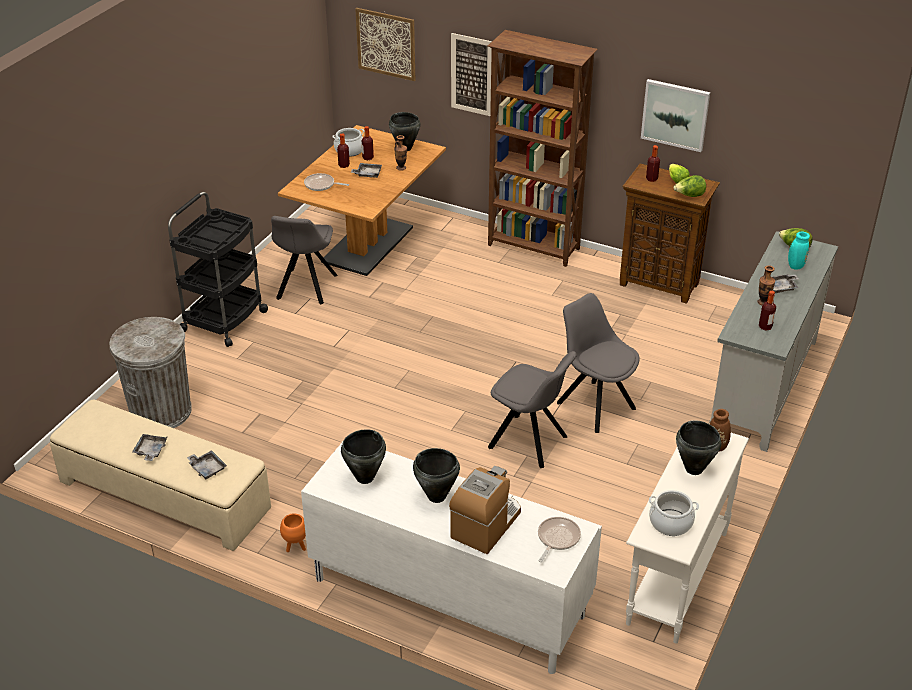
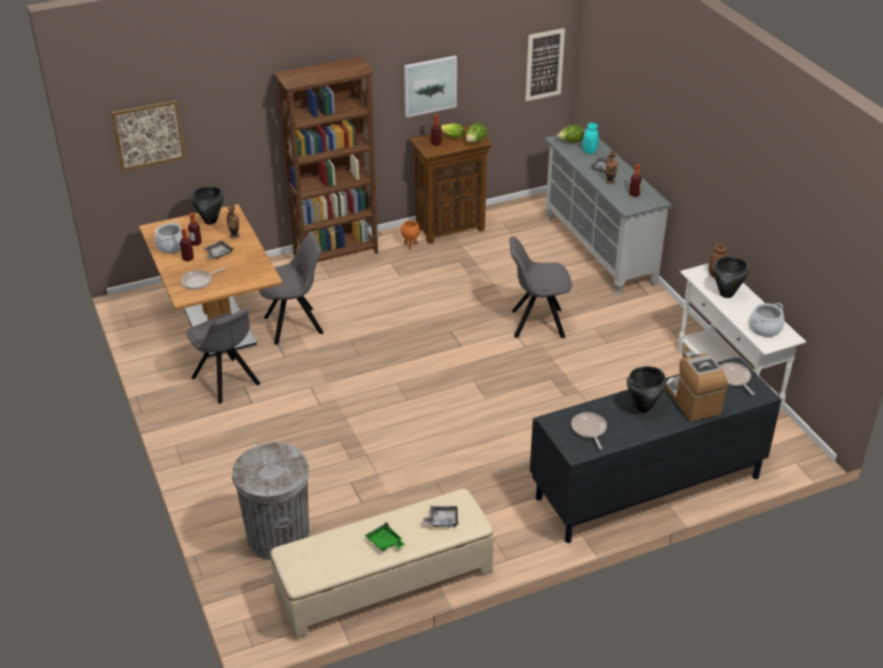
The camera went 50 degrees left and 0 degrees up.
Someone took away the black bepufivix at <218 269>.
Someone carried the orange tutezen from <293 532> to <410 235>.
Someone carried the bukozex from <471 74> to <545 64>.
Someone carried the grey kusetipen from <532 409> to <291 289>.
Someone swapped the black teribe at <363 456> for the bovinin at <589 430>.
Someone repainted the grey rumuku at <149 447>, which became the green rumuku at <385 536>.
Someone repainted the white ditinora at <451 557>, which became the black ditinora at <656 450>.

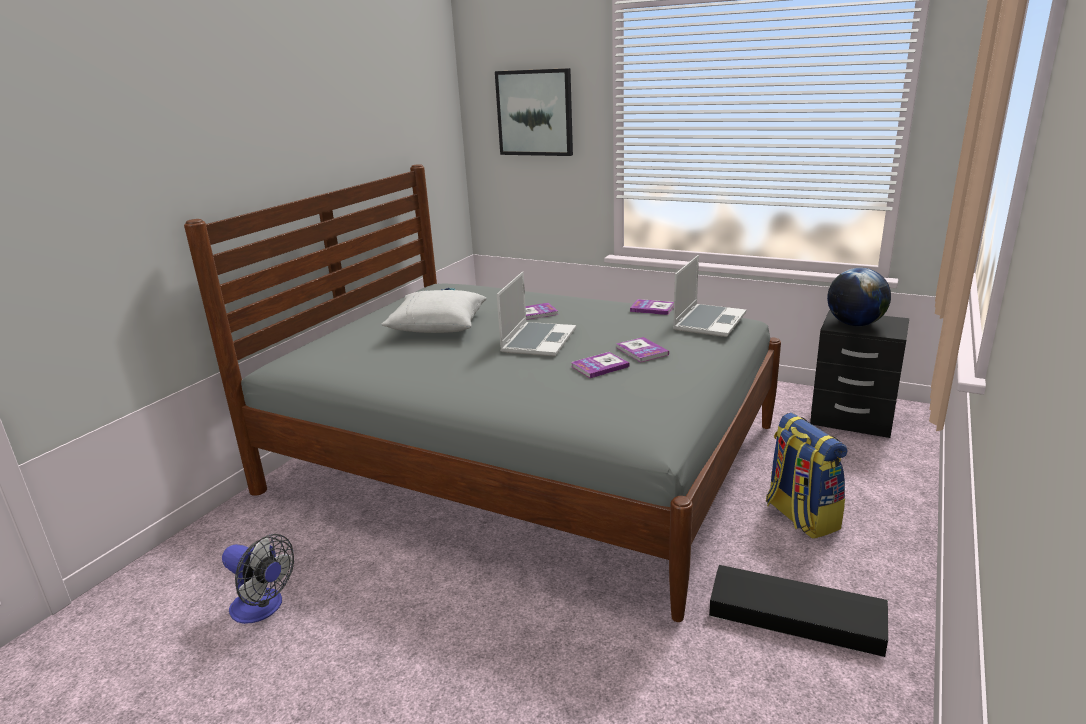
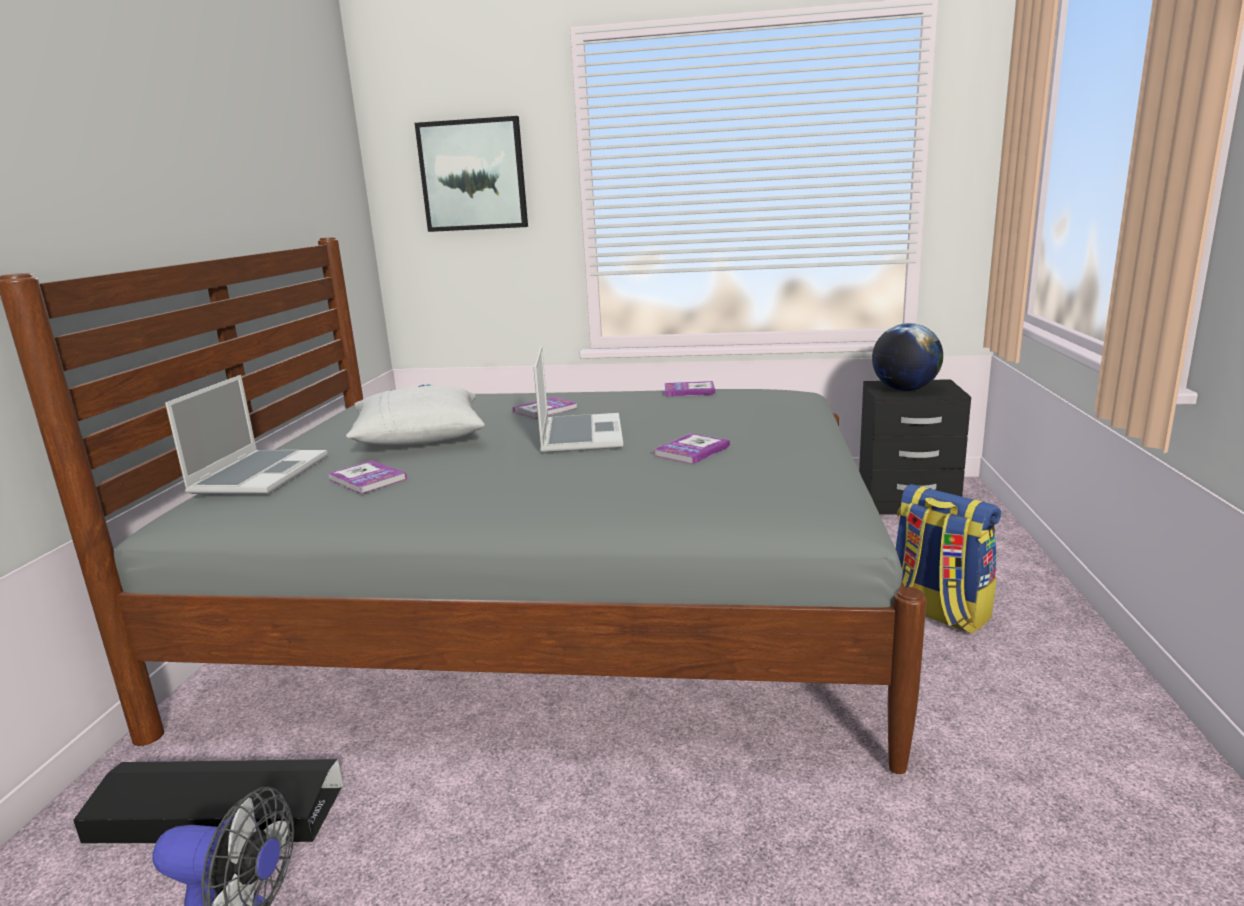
The camera went 20 degrees left and 5 degrees down.
Someone carried the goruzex from <643 349> to <367 477>.
Someone carried the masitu from <709 296> to <246 434>.
Someone carried the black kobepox from <798 611> to <208 802>.

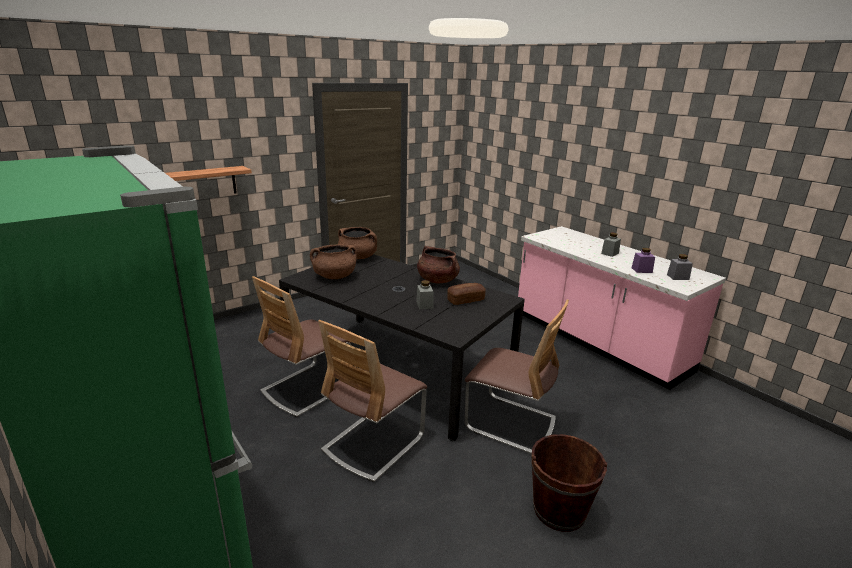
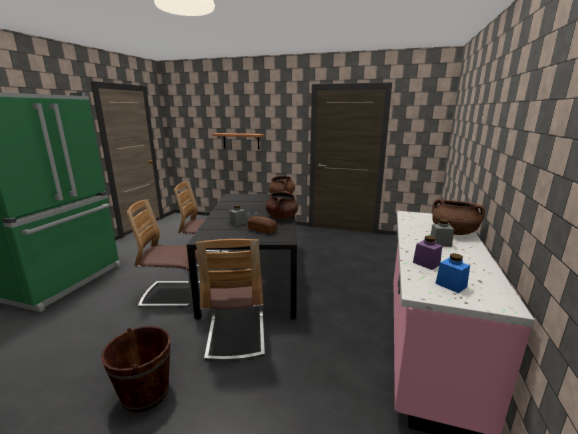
The camera went 55 degrees right and 5 degrees down.
Someone carried the brown teribe from <333 261> to <458 217>.
Someone repainted the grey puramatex at <680 267>, which became the blue puramatex at <452 273>.

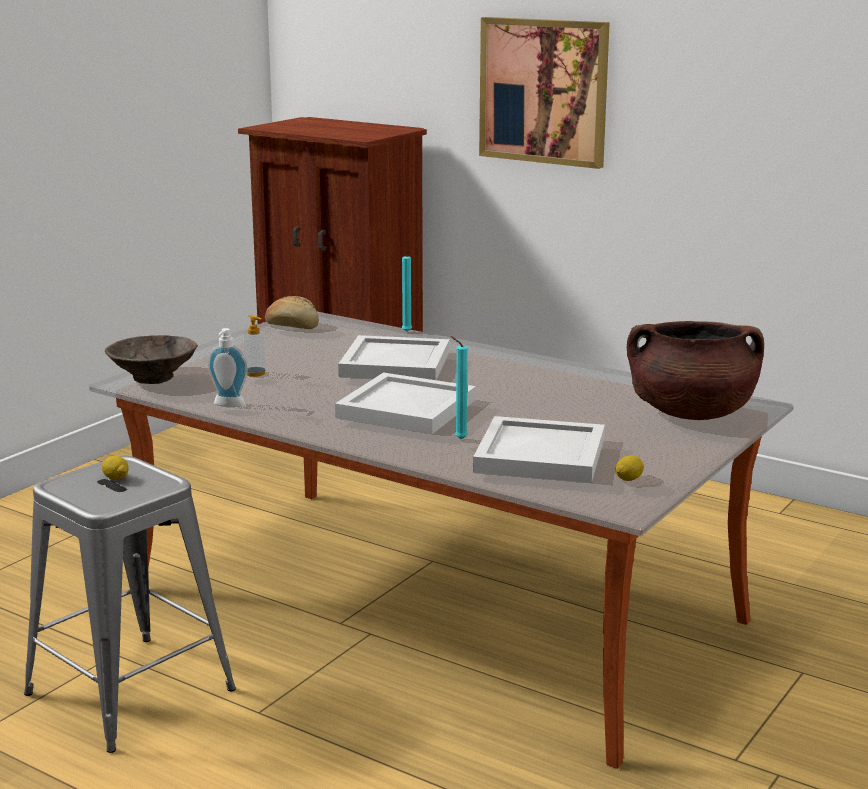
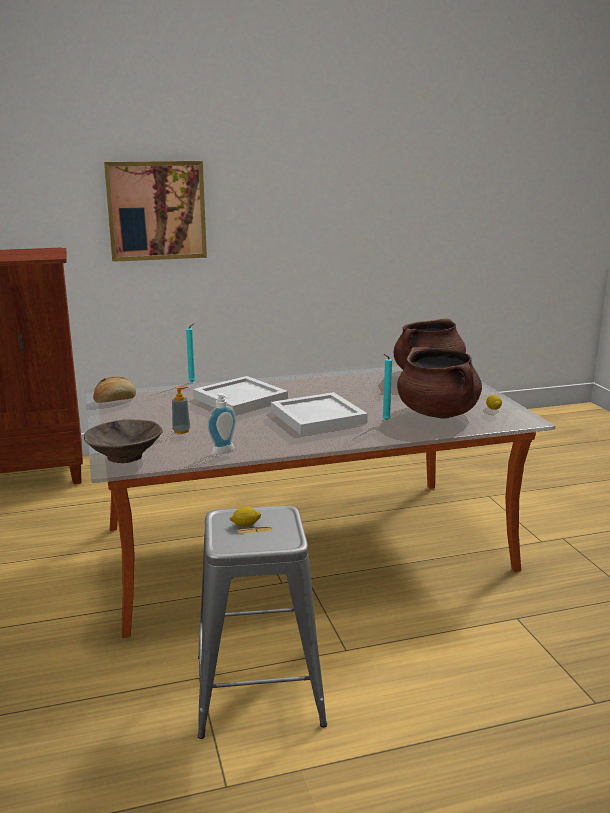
The camera went 50 degrees left and 0 degrees up.
Someone swapped the white rumuku at <539 449> for the brown teribe at <439 383>.

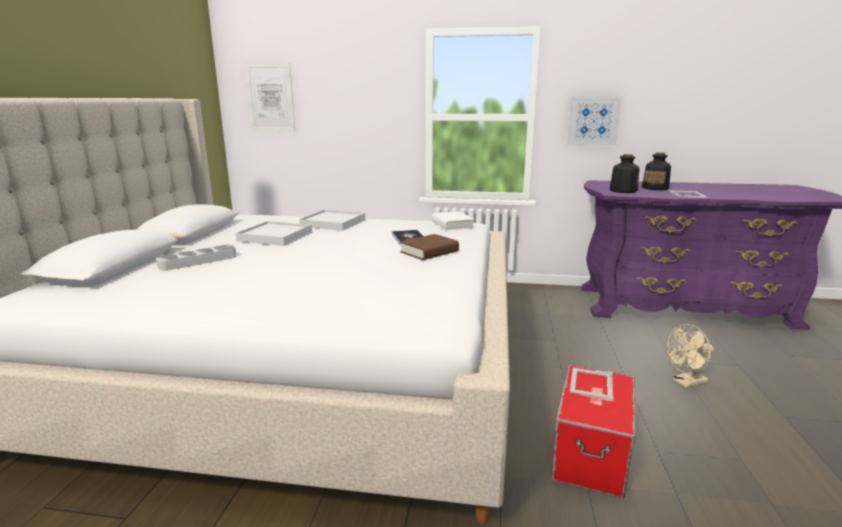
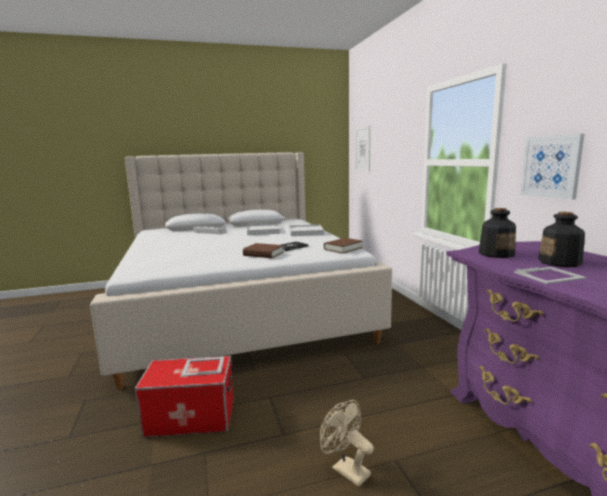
The camera went 65 degrees right and 5 degrees down.
Someone repainted the white goruzex at <453 220>, which became the brown goruzex at <343 246>.

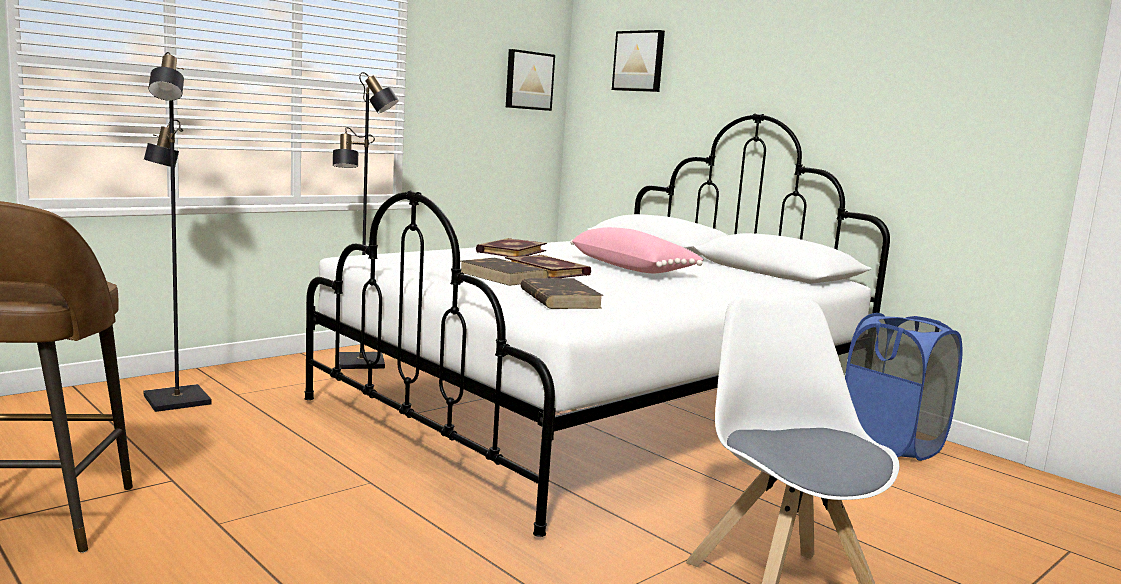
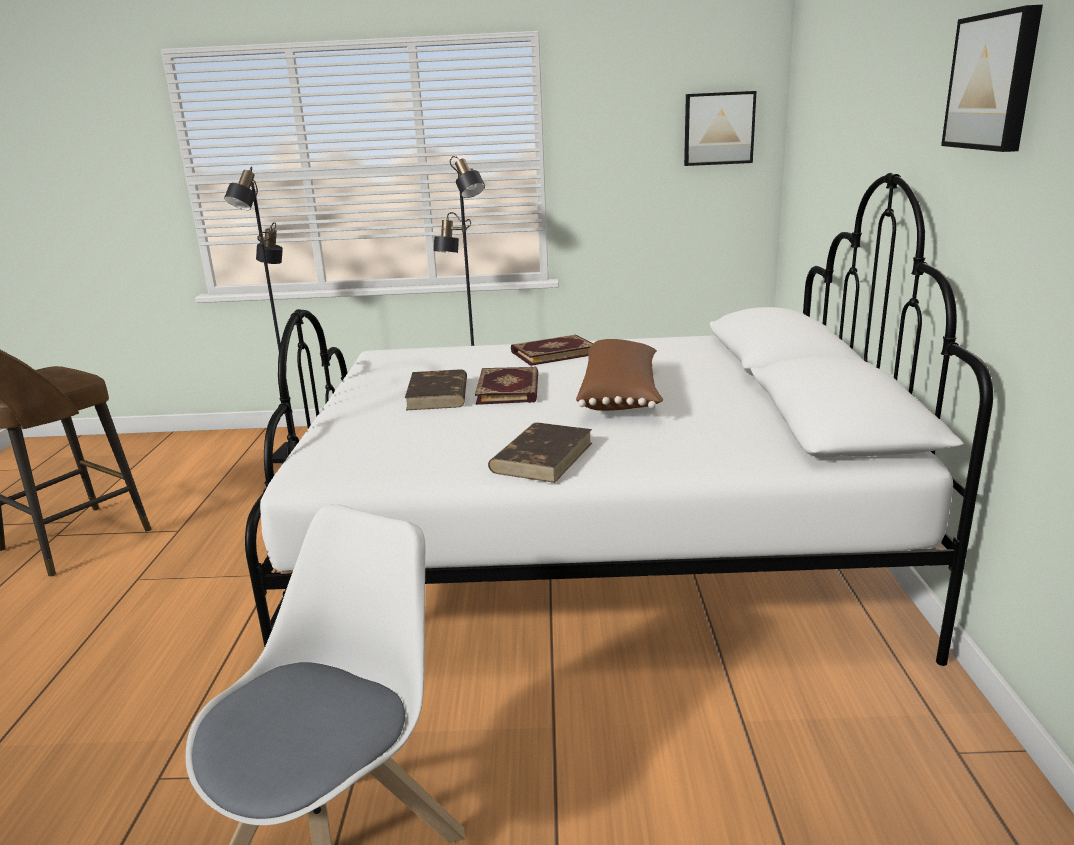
The camera went 45 degrees right and 10 degrees up.
Someone took away the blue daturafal at <903 387>.
Someone carried the brown goruzex from <561 293> to <540 452>.
Someone carried the bukozex from <638 61> to <992 78>.
Someone repainted the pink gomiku at <637 250>, which became the brown gomiku at <619 375>.

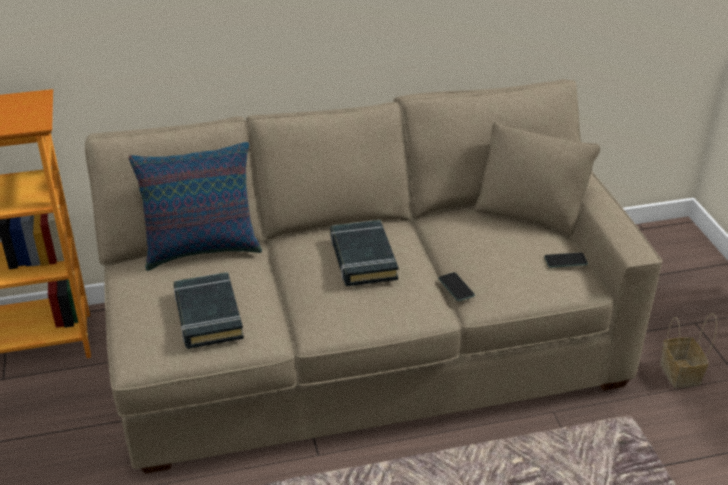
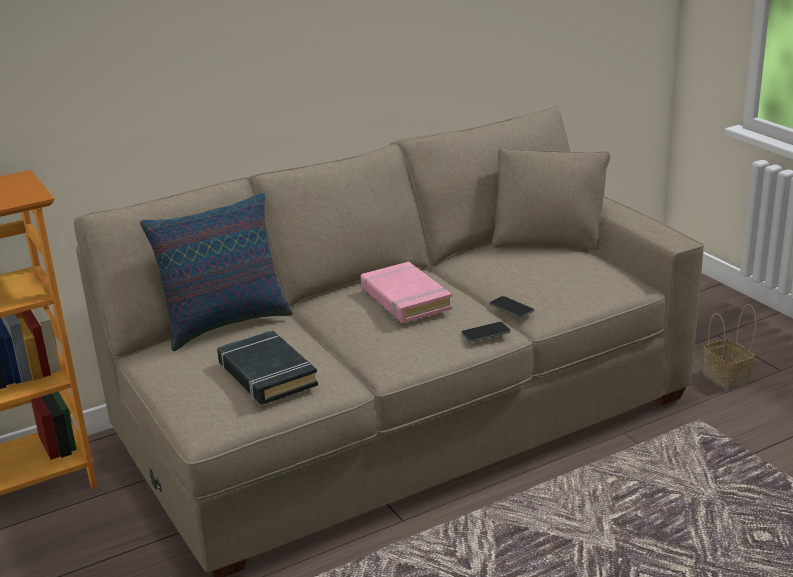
The camera went 15 degrees left and 10 degrees down.
Someone carried the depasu from <566 260> to <486 332>.
Someone repainted the black goruzex at <364 253>, which became the pink goruzex at <406 292>.

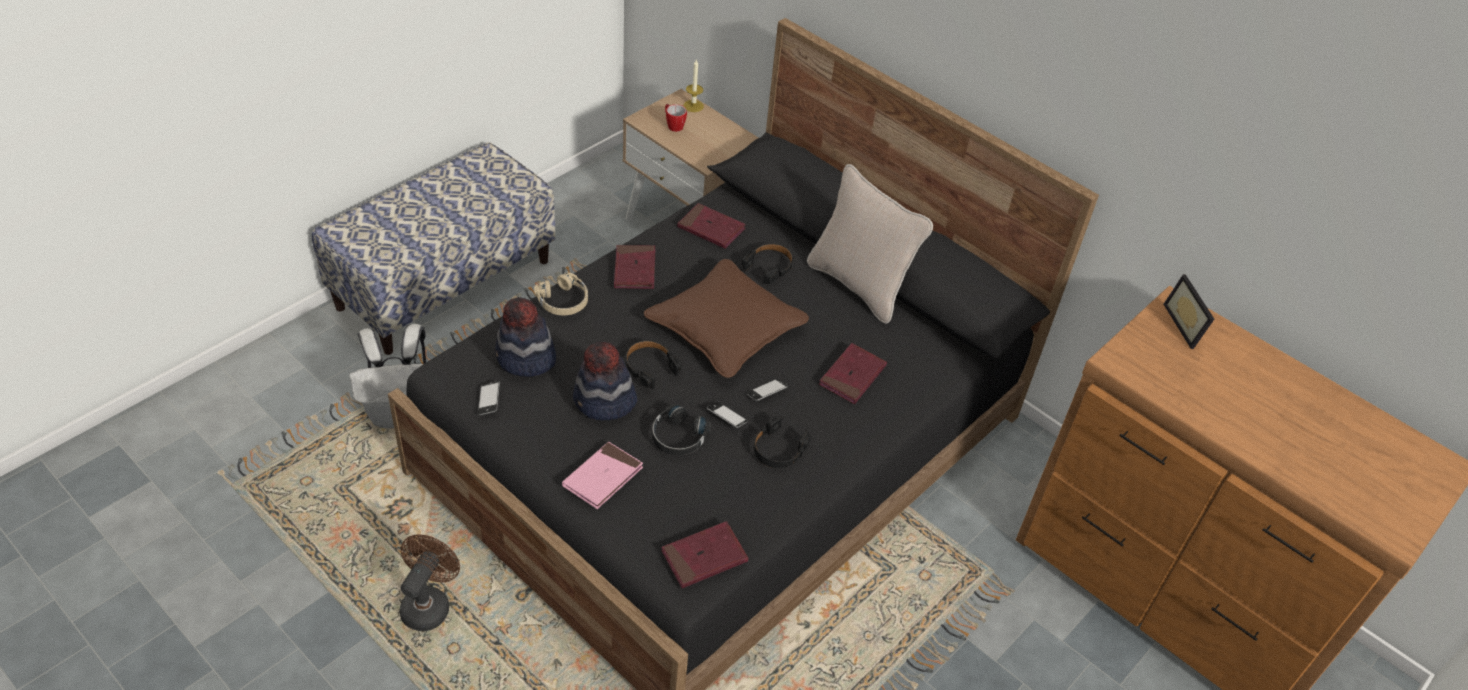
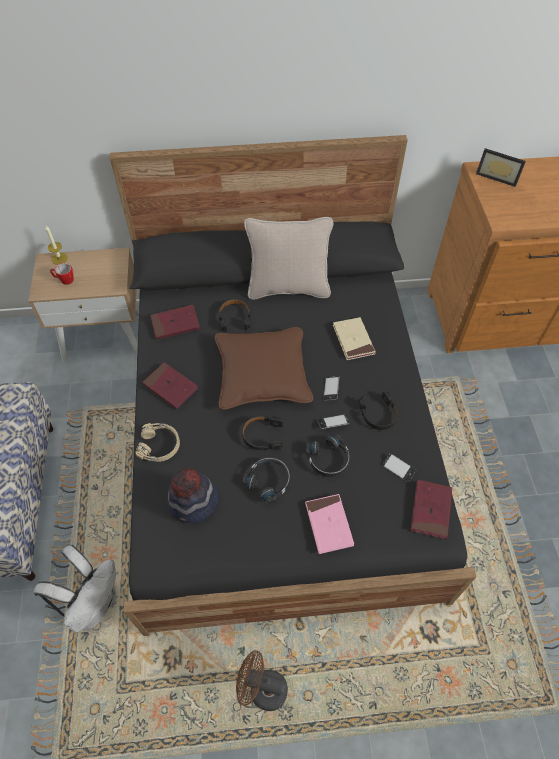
The camera went 45 degrees left and 10 degrees up.
Someone carried the depasu from <489 398> to <399 467>.
Someone swapped the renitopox at <605 381> for the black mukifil at <266 481>.
Someone repainted the red goruzex at <853 373>, which became the beige goruzex at <354 338>.
Someone rotated the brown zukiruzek at <429 583> by 45 degrees counterclockwise.

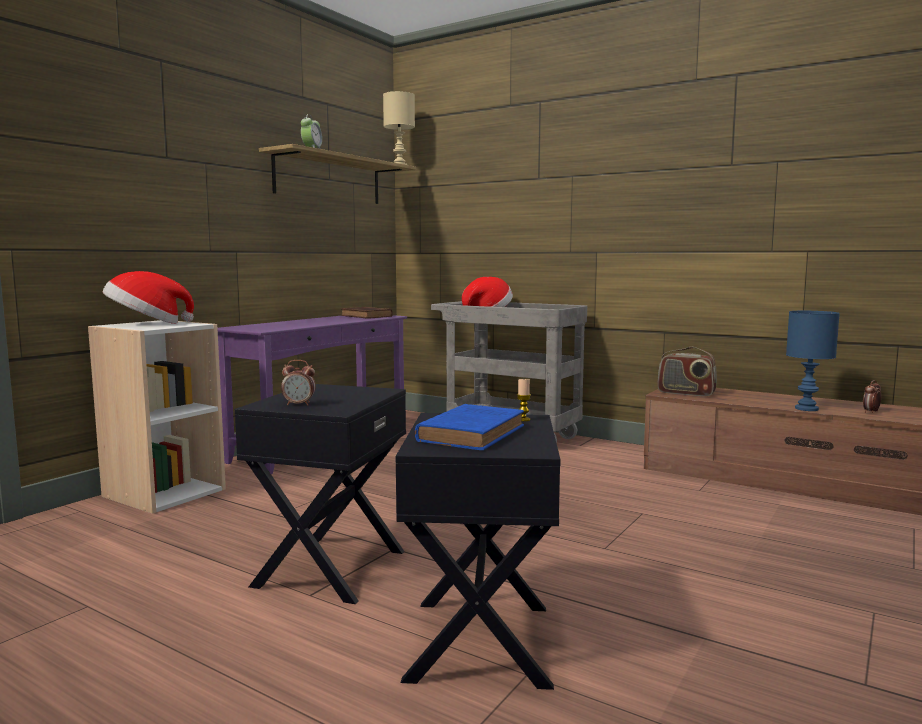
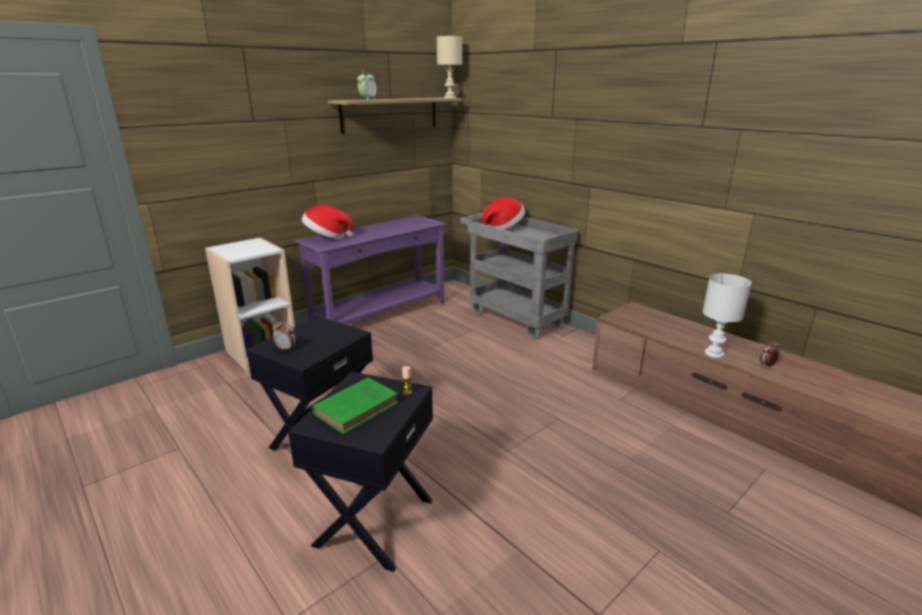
The camera went 15 degrees right and 15 degrees up.
Someone took away the brown goruzex at <367 313>.
Someone took away the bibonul at <687 371>.
Someone carried the renitopox from <148 297> to <328 222>.
Someone repainted the blue goruzex at <469 427>, which became the green goruzex at <355 405>.
Someone repainted the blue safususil at <813 361>, which became the white safususil at <727 316>.

